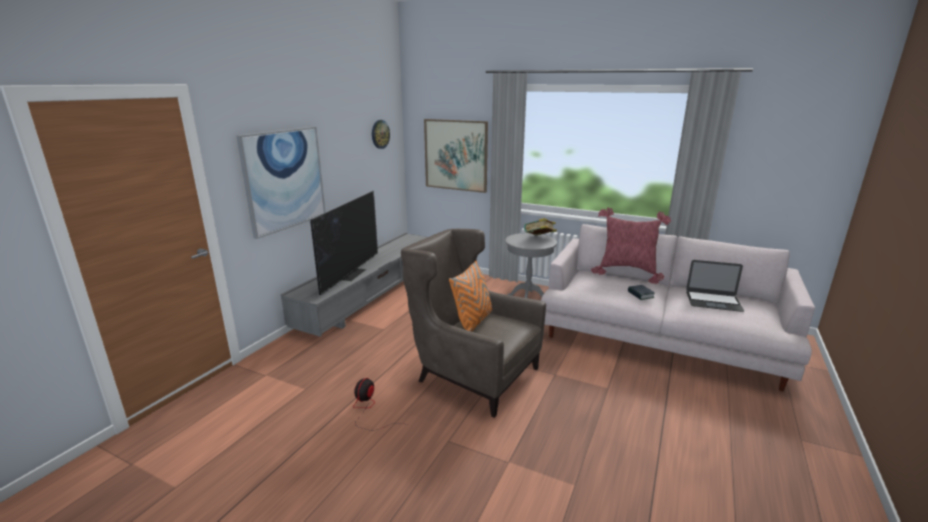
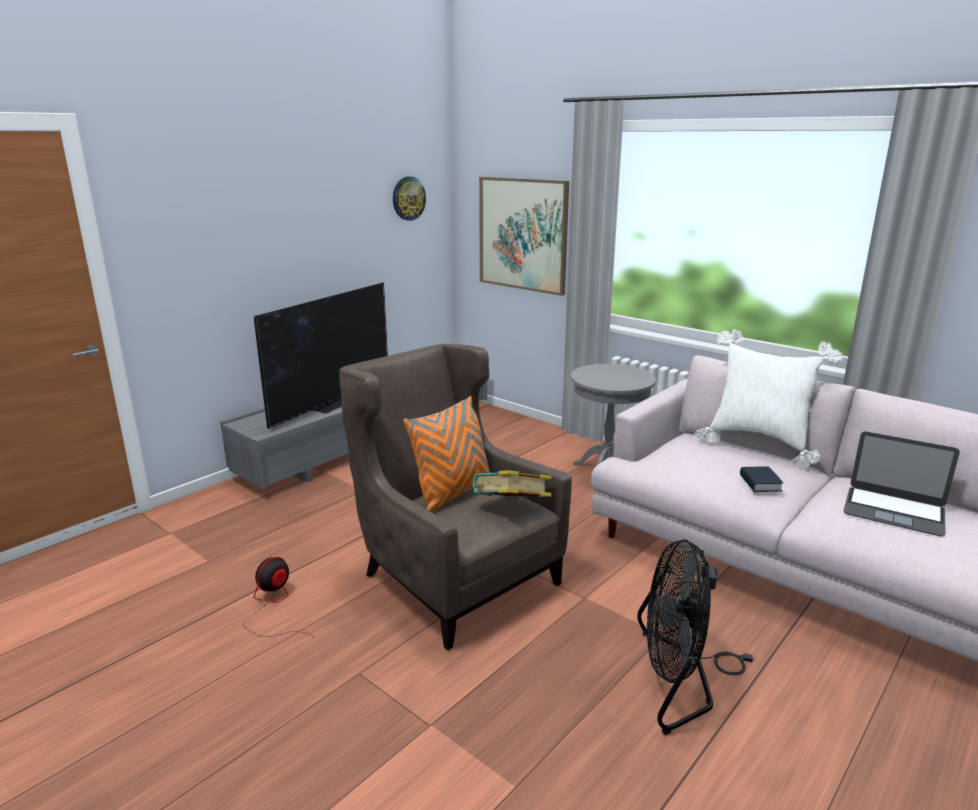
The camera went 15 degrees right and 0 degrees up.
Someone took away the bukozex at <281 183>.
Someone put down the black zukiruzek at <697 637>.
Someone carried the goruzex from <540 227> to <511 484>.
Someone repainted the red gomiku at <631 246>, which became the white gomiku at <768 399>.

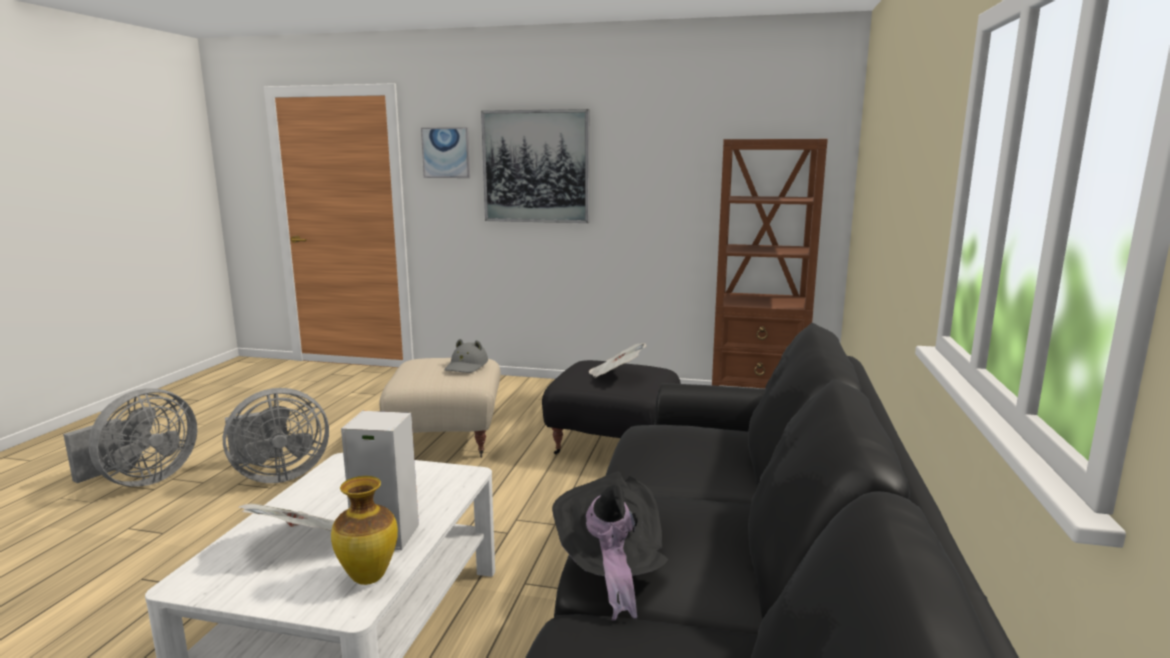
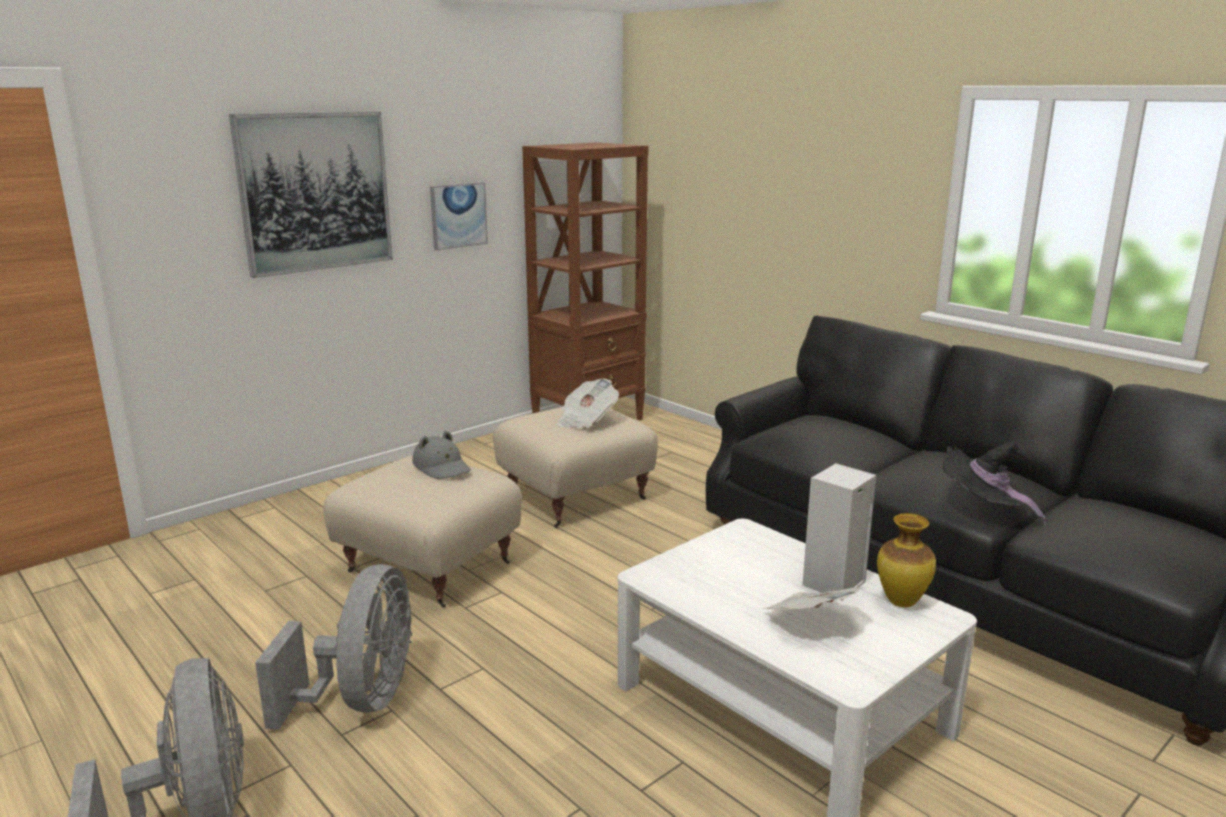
The camera went 55 degrees left and 5 degrees up.
Someone carried the bukozex from <445 152> to <459 216>.
Someone repainted the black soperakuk at <611 407>, which became the beige soperakuk at <575 467>.

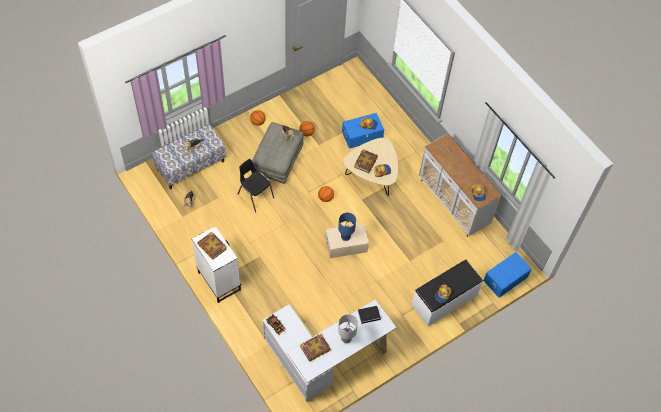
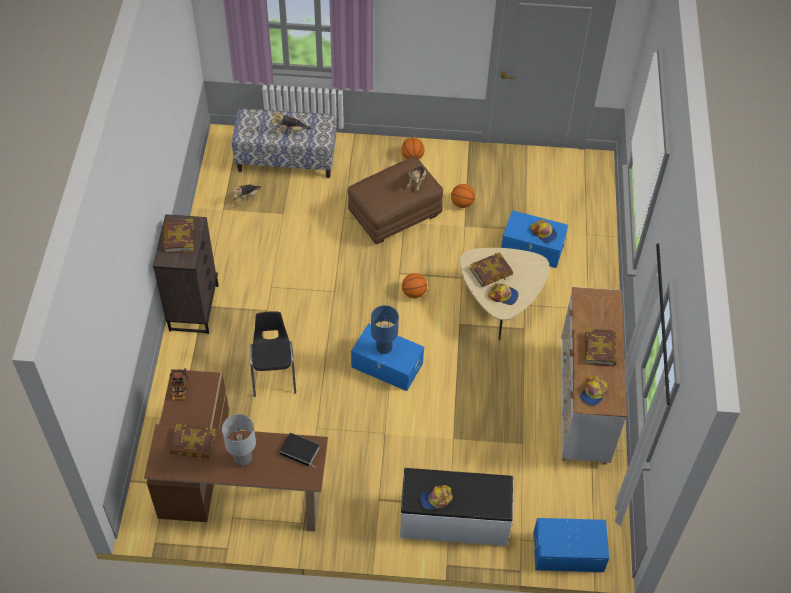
The camera went 40 degrees right and 5 degrees down.
Someone put down the goruzex at <600 347>.
Someone carried the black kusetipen from <256 185> to <273 354>.
Someone repainted the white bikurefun at <216 264>, which became the brown bikurefun at <186 274>.
Someone repainted the grey soperakuk at <278 153>, which became the brown soperakuk at <395 200>.
Someone repainted the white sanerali at <330 350>, which became the brown sanerali at <236 450>.
Someone repainted the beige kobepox at <347 240>, which became the blue kobepox at <387 357>.

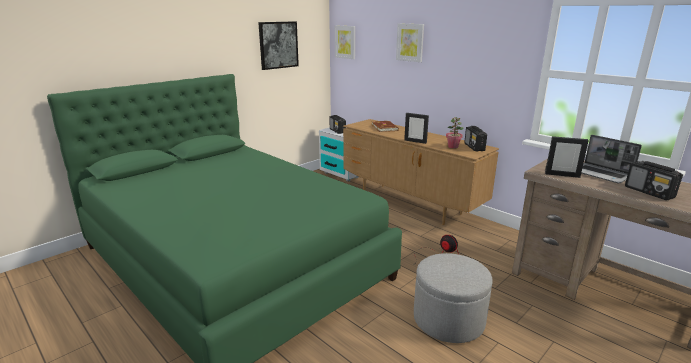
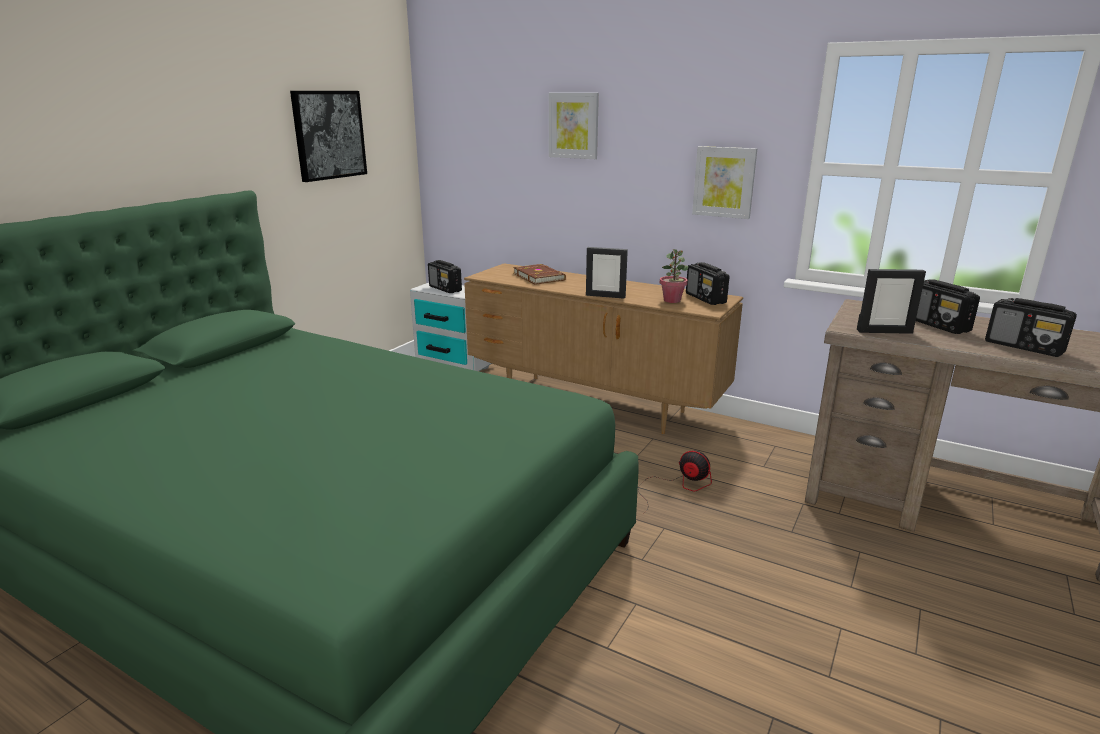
The camera went 15 degrees left and 0 degrees up.
Someone took away the grey soperakuk at <453 298>.
Someone carried the bukozex from <345 42> to <724 182>.
Someone swapped the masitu at <611 159> for the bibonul at <948 306>.

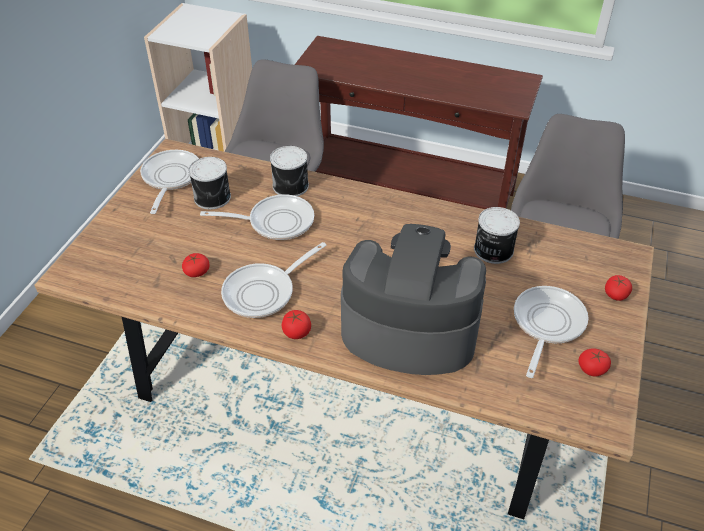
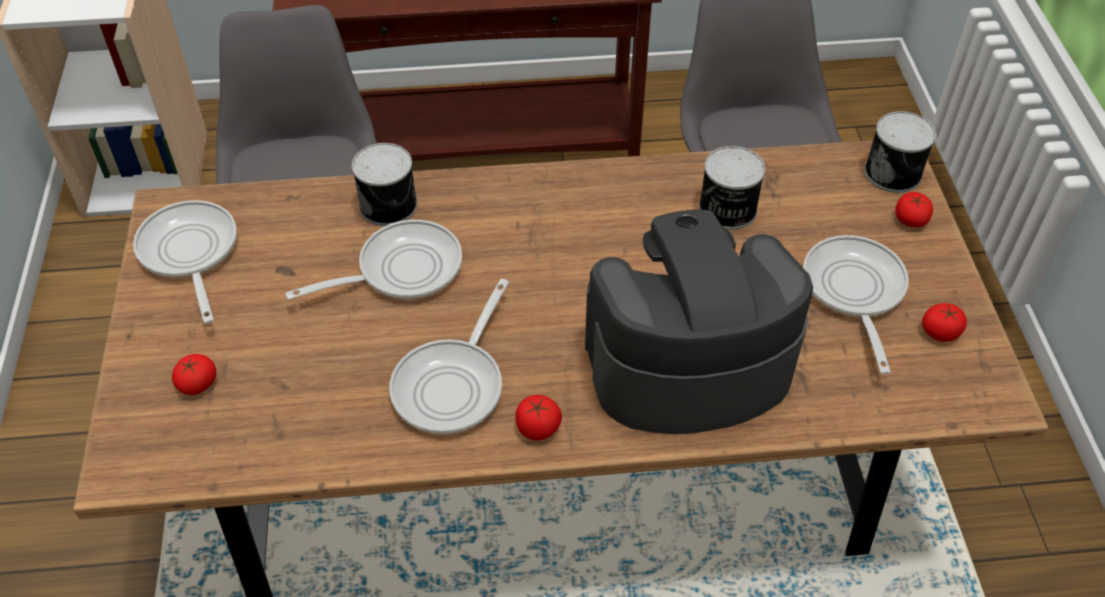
The camera went 25 degrees left and 5 degrees up.
Someone carried the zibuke from <196 265> to <194 374>.
Someone carried the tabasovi from <209 183> to <900 152>.

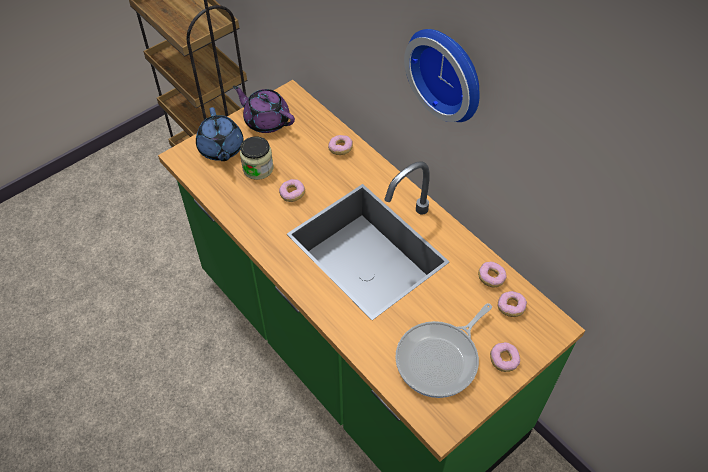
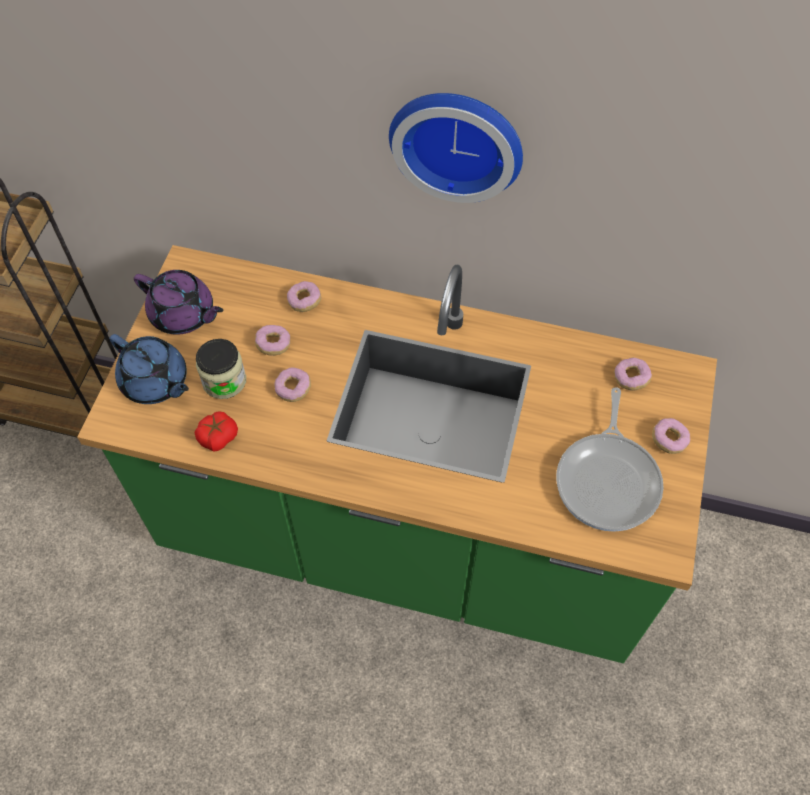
The camera went 35 degrees left and 5 degrees up.
Someone put down the zibuke at <216 431>.
Someone carried the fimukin from <492 274> to <272 340>.
Someone rotated the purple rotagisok at <264 109> by 150 degrees counterclockwise.

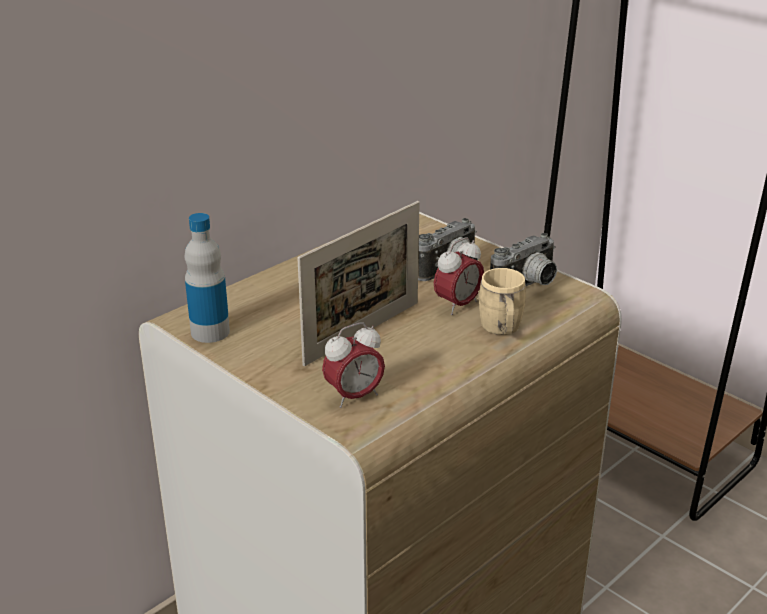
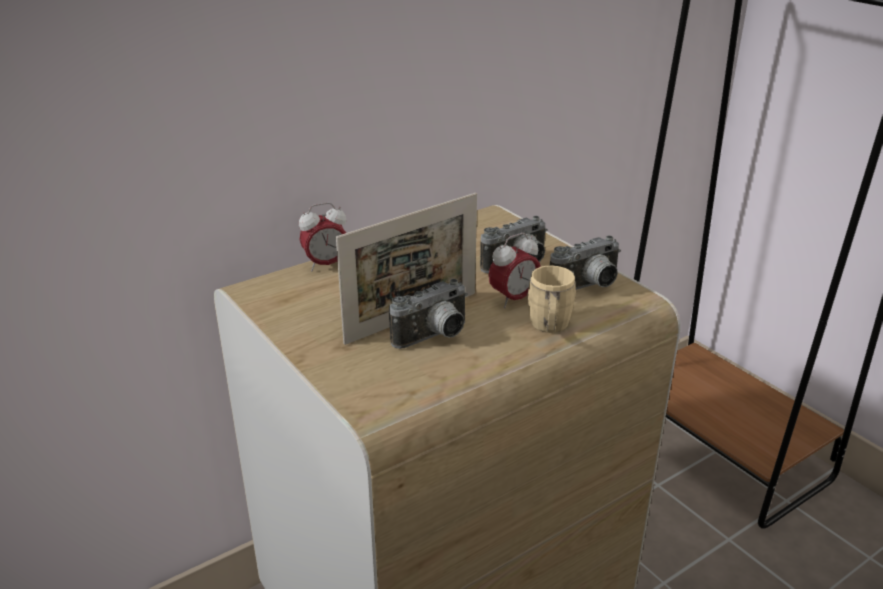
The camera went 10 degrees right and 0 degrees up.
Someone took away the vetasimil at <207 278>.
Someone put down the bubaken at <428 314>.
Someone carried the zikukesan from <353 365> to <323 236>.

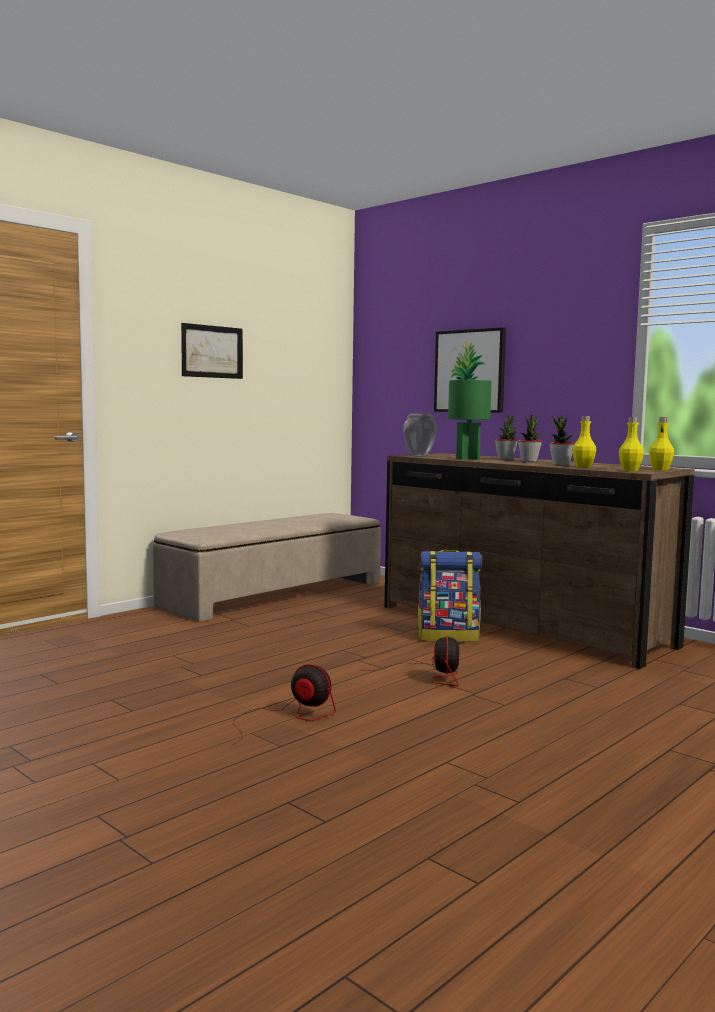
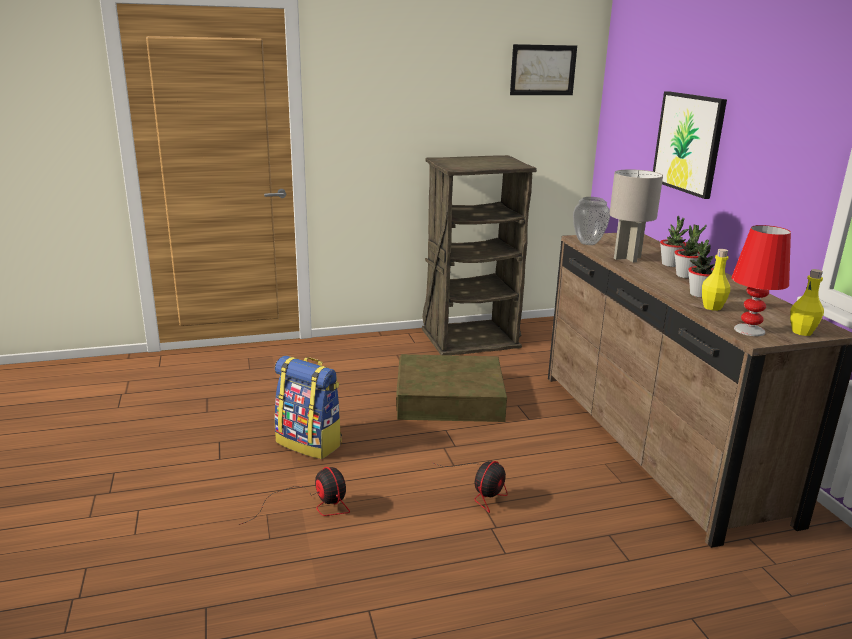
The camera went 30 degrees right and 15 degrees up.
Someone put down the brown kobepox at <451 388>.
Someone carried the bukozex from <212 351> to <543 69>.
Someone carried the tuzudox from <449 596> to <308 407>.
Someone swapped the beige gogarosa at <267 567> for the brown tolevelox at <479 255>.
Someone swapped the yellow vetasimil at <631 444> for the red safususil at <761 280>.
Someone repainted the green safususil at <470 420>, which became the grey safususil at <636 215>.

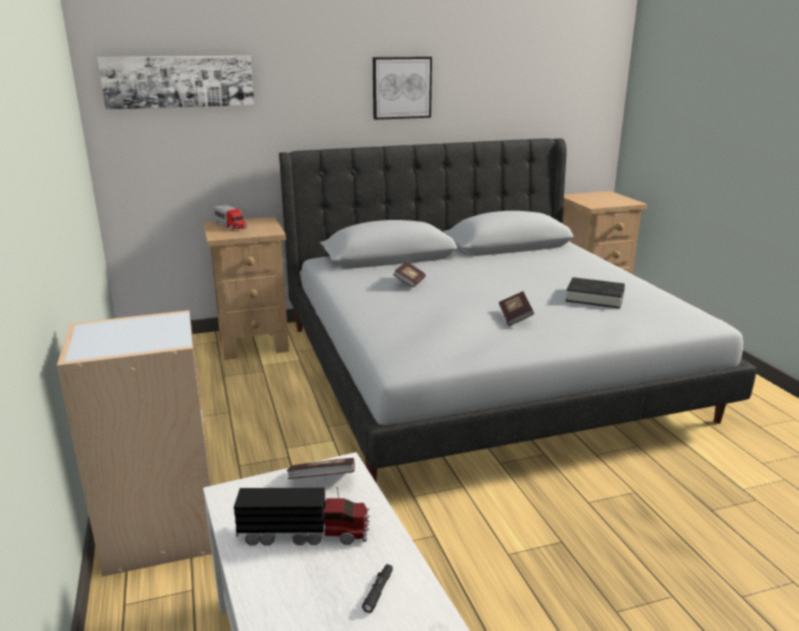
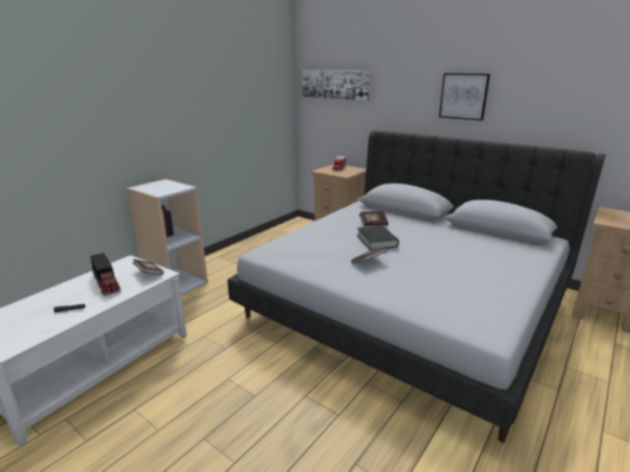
The camera went 55 degrees right and 0 degrees up.
Someone carried the black goruzex from <595 292> to <378 238>.

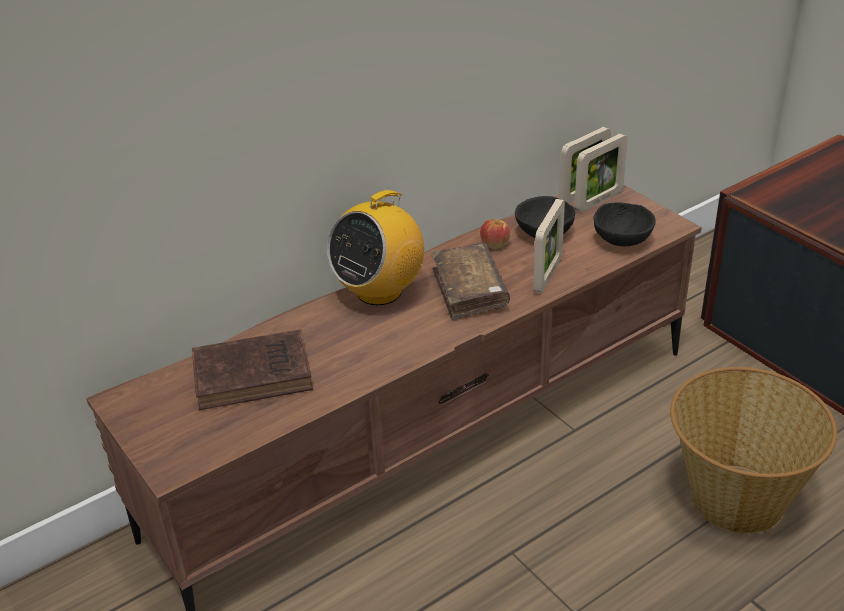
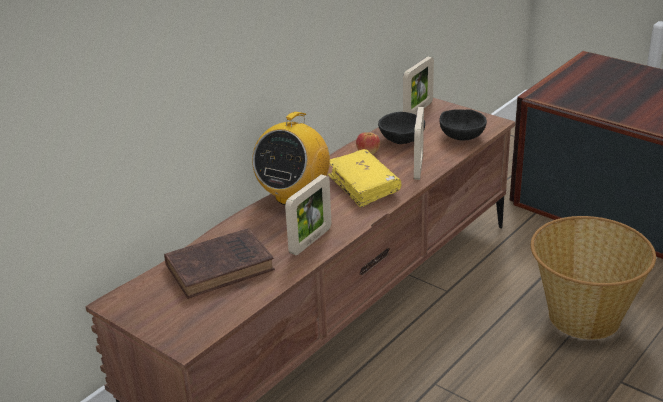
The camera went 15 degrees left and 5 degrees down.
Someone carried the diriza from <601 173> to <308 215>.
Someone repainted the brown goruzex at <470 282>, which became the yellow goruzex at <364 178>.

